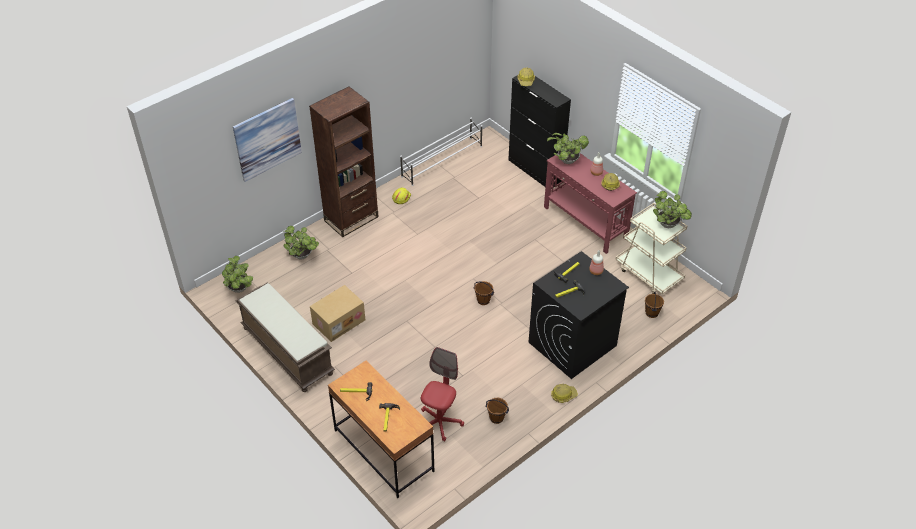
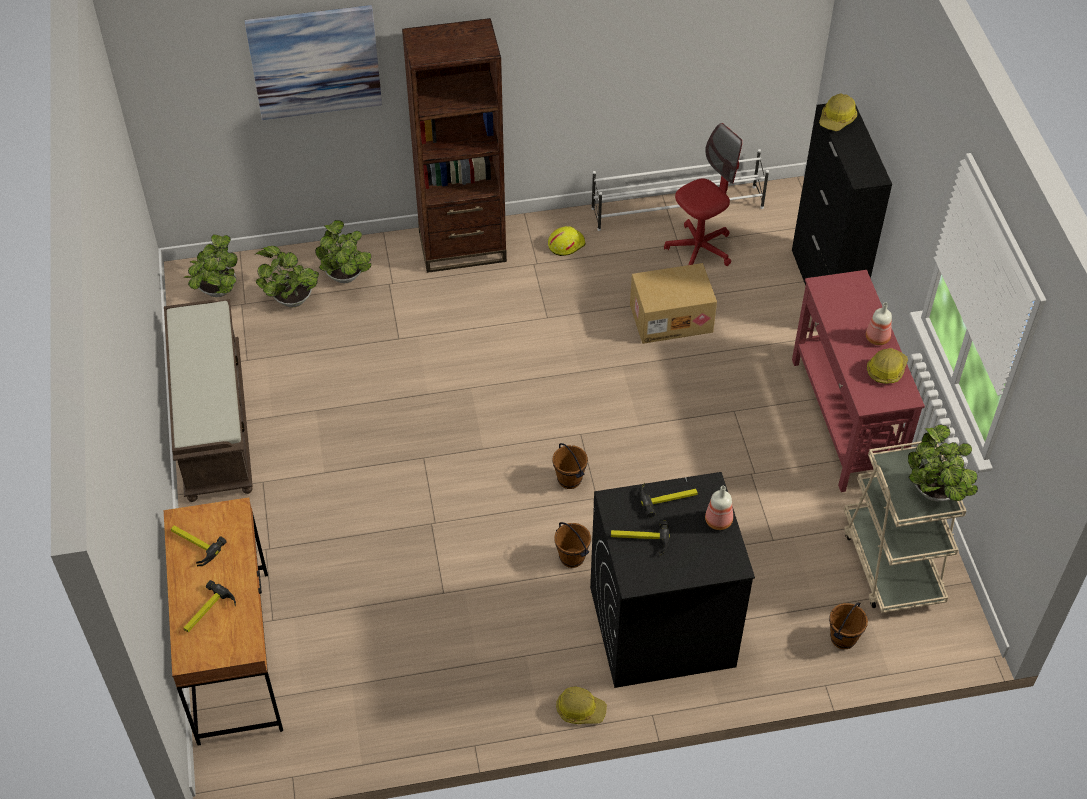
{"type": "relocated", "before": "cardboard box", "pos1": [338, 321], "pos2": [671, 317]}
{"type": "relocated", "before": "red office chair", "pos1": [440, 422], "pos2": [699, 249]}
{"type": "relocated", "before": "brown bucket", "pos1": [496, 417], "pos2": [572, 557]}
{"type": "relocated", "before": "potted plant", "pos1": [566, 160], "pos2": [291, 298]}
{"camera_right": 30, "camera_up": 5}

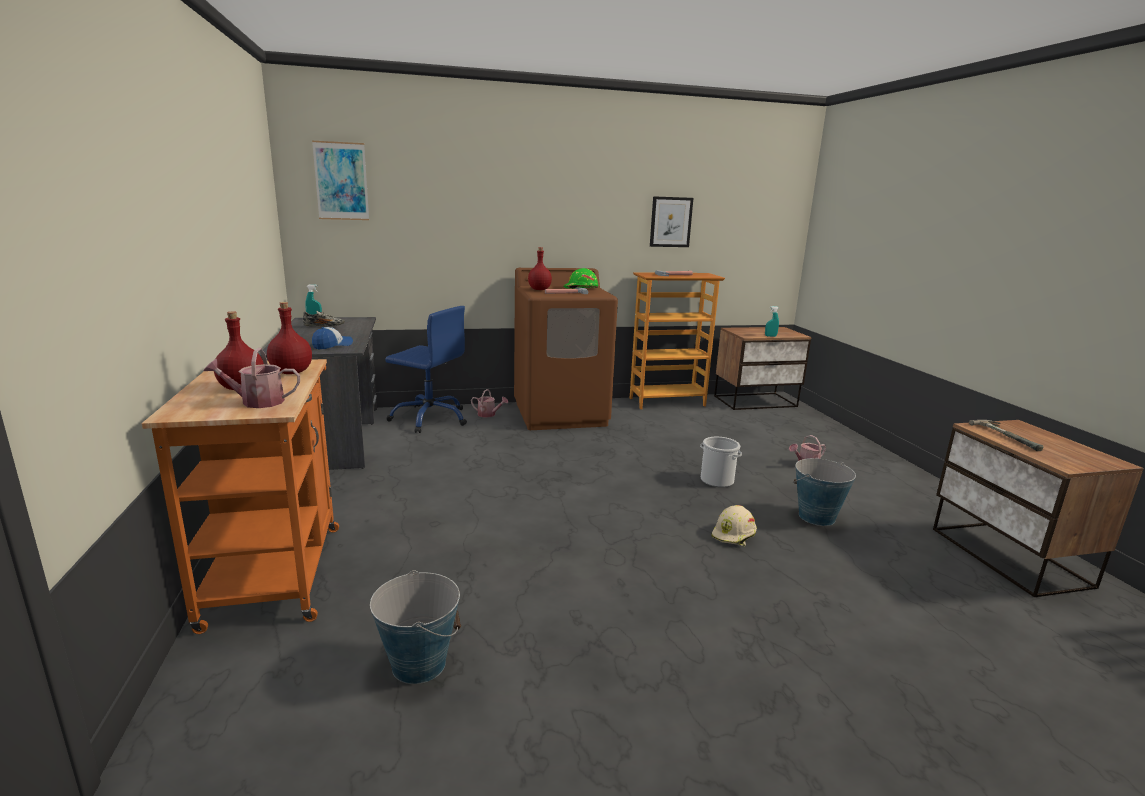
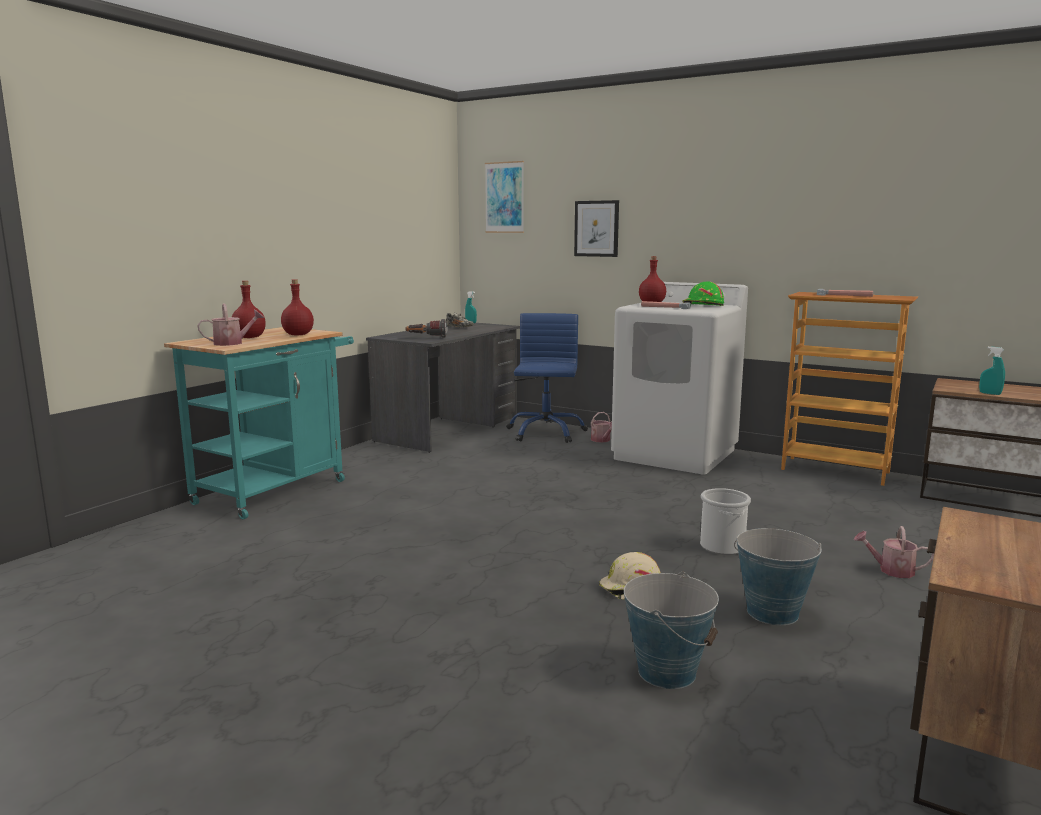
{"type": "missing", "before": "hammer", "pos1": [1010, 436]}
{"type": "relocated", "before": "bucket", "pos1": [419, 664], "pos2": [667, 671]}
{"type": "relocated", "before": "picture", "pos1": [670, 222], "pos2": [596, 228]}
{"type": "exchanged", "before": "cap", "after": "flashlight", "pos1": [332, 345], "pos2": [426, 338]}
{"type": "colour", "before": "orange cart", "after": "turquoise cart", "pos1": [276, 568], "pos2": [277, 489]}
{"type": "colour", "before": "brown washing machine", "after": "white washing machine", "pos1": [561, 414], "pos2": [675, 454]}
{"type": "spun", "before": "watering can", "pos1": [257, 402], "pos2": [232, 343], "turn": 120}
{"type": "spun", "before": "blue office chair", "pos1": [430, 418], "pos2": [545, 432], "turn": -150}
{"camera_right": 45, "camera_up": -5}

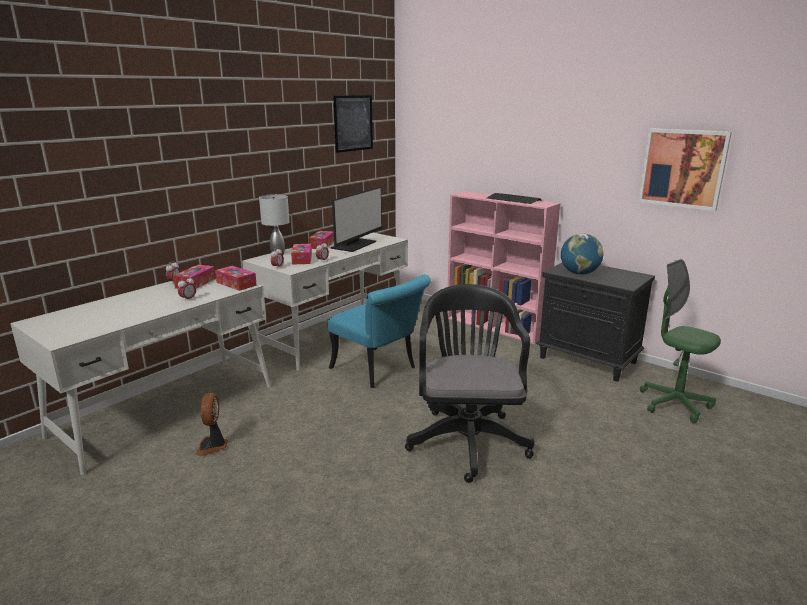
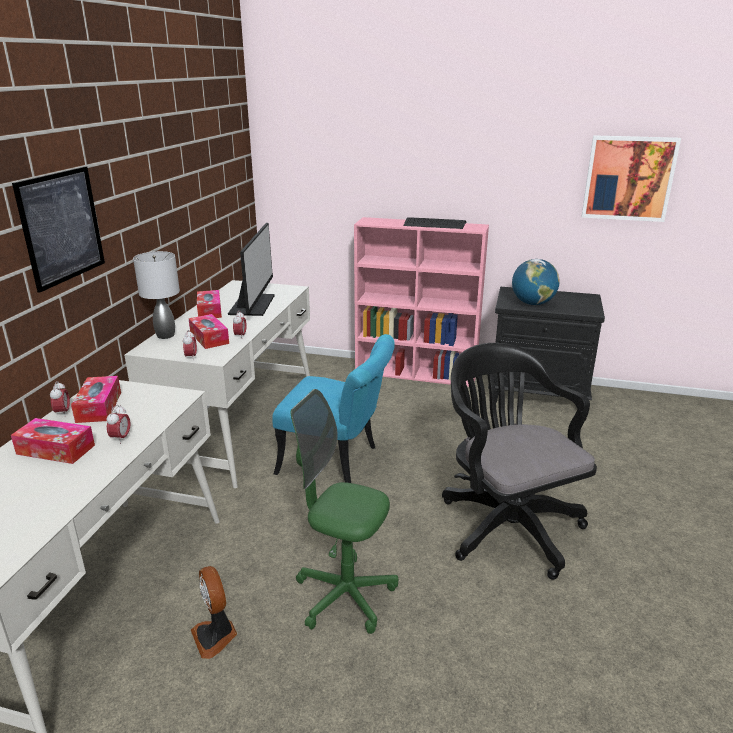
{"type": "relocated", "before": "tissue box", "pos1": [236, 284], "pos2": [56, 449]}
{"type": "relocated", "before": "picture", "pos1": [353, 123], "pos2": [62, 227]}
{"type": "relocated", "before": "green office chair", "pos1": [674, 404], "pos2": [345, 596]}
{"camera_right": -25, "camera_up": 5}

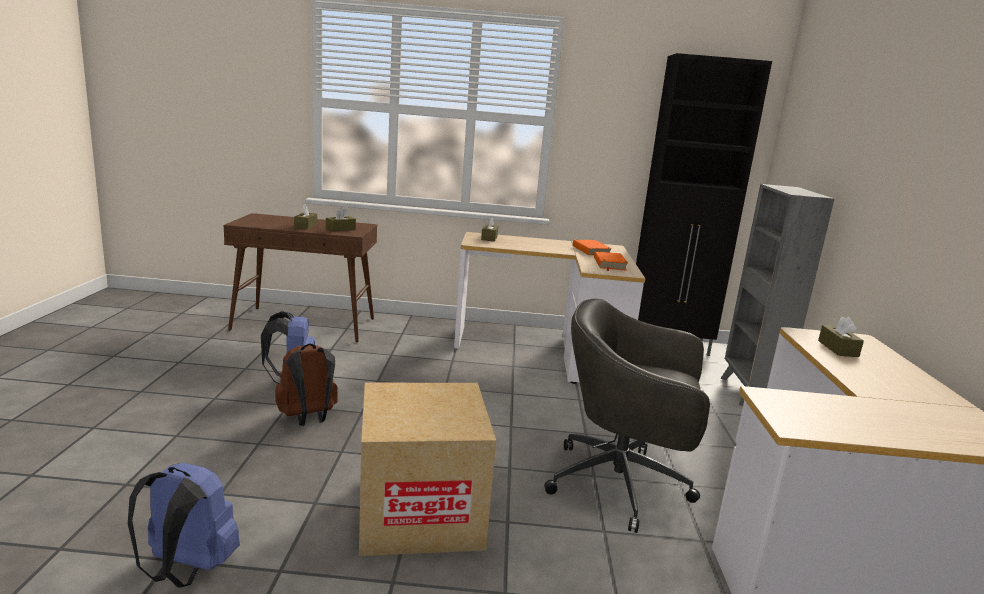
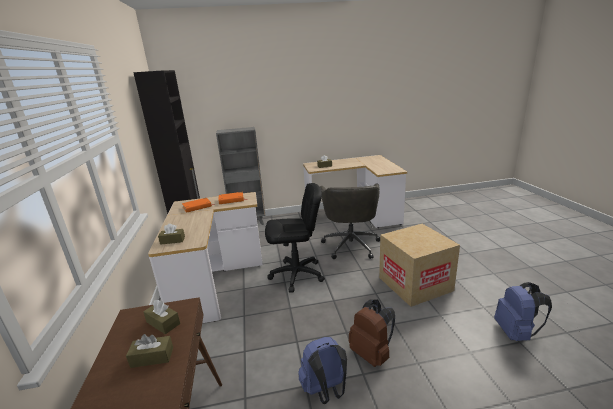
{"type": "appeared", "after": "black office chair", "pos2": [297, 275]}
{"camera_right": -100, "camera_up": 5}

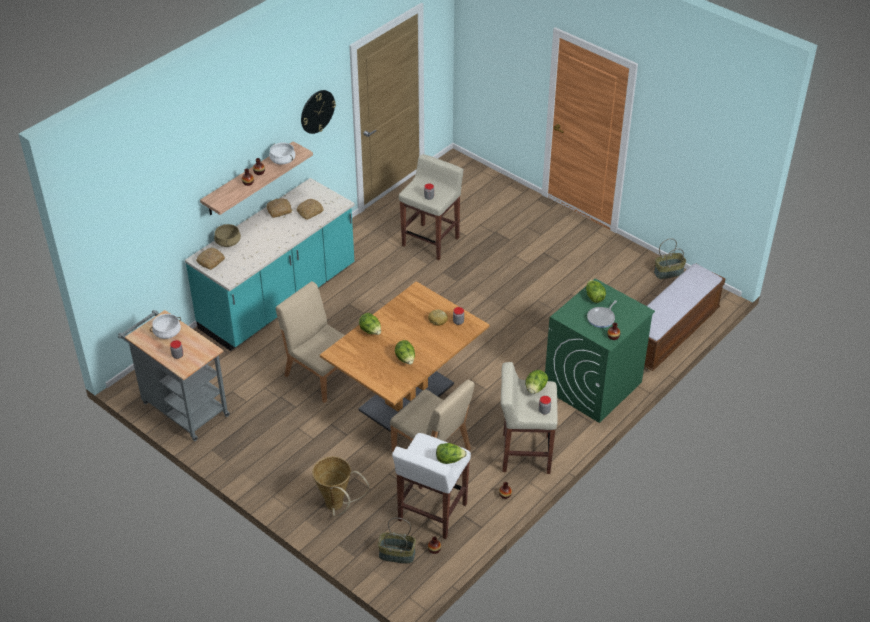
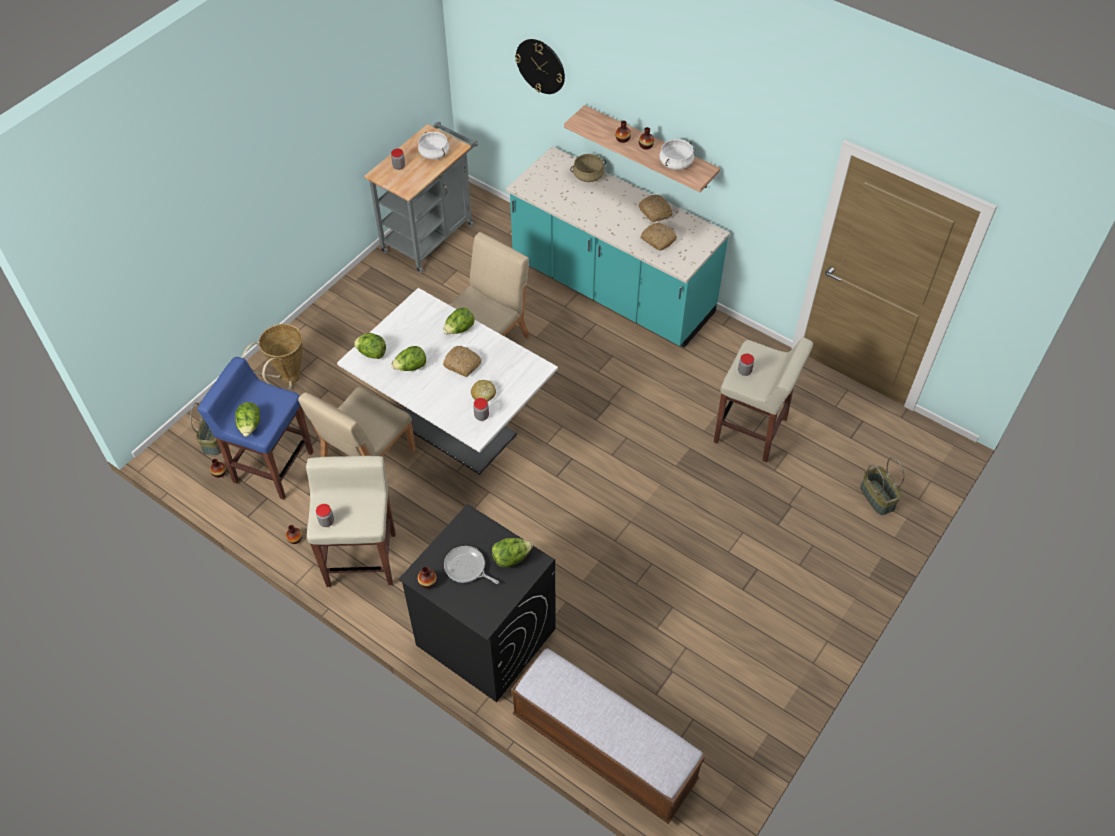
{"type": "relocated", "before": "bread", "pos1": [211, 261], "pos2": [463, 364]}
{"type": "relocated", "before": "wall clock", "pos1": [317, 111], "pos2": [541, 66]}
{"type": "relocated", "before": "lettuce", "pos1": [535, 389], "pos2": [371, 353]}
{"type": "relocated", "before": "basket", "pos1": [668, 272], "pos2": [878, 497]}
{"type": "colour", "before": "brown dining table", "after": "white dining table", "pos1": [406, 397], "pos2": [454, 428]}
{"type": "colour", "before": "white stool", "after": "blue stool", "pos1": [431, 513], "pos2": [272, 466]}
{"type": "colour", "before": "green washing machine", "after": "black washing machine", "pos1": [592, 386], "pos2": [484, 637]}
{"camera_right": 85, "camera_up": 10}

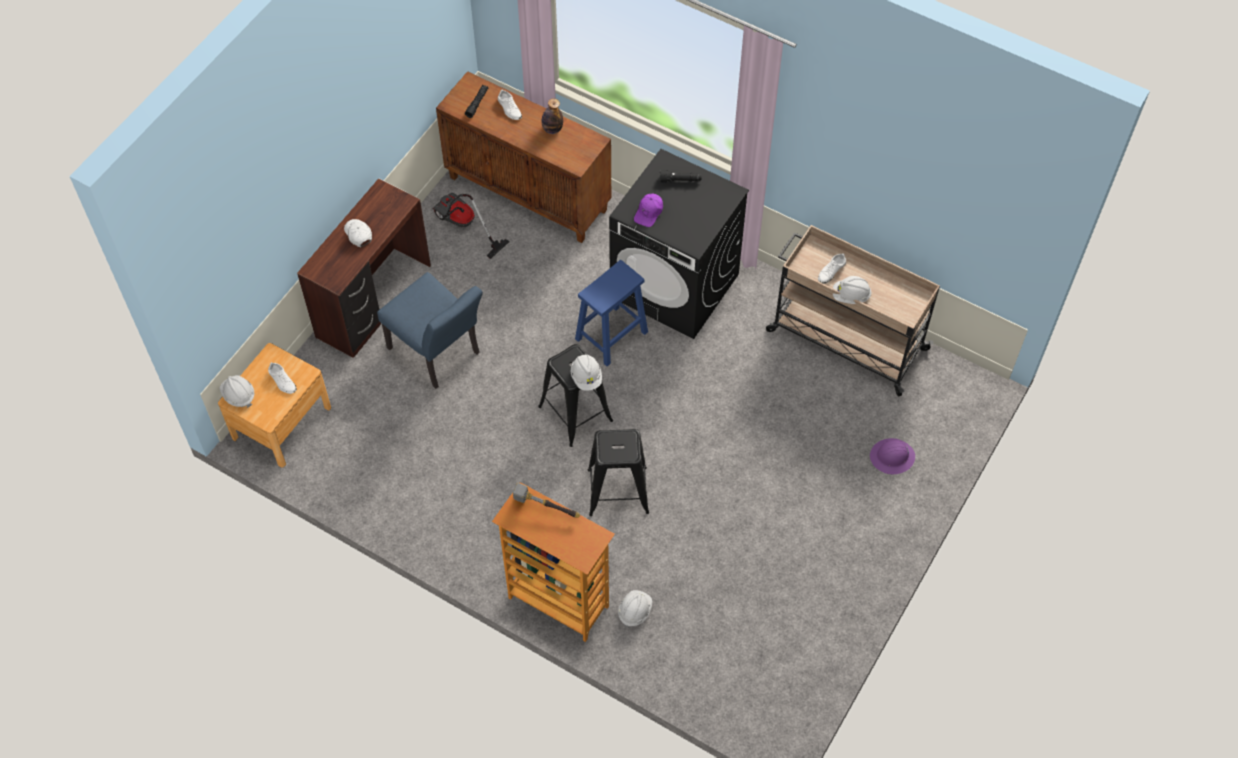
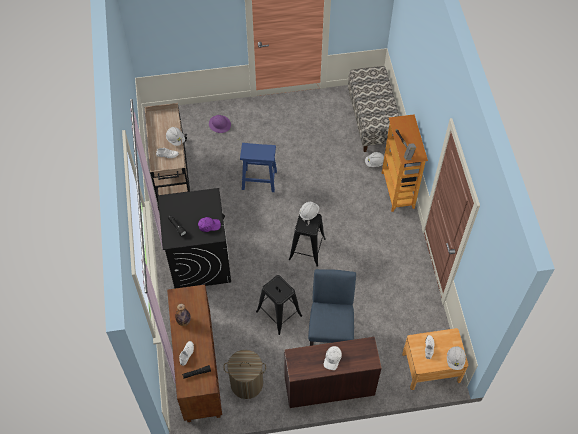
{"type": "appeared", "after": "bench", "pos2": [372, 120]}
{"type": "relocated", "before": "blue stool", "pos1": [610, 336], "pos2": [260, 180]}
{"type": "relocated", "before": "black stool", "pos1": [618, 491], "pos2": [278, 313]}
{"type": "exchanged", "before": "vacuum cleaner", "after": "laundry basket", "pos1": [463, 226], "pos2": [246, 383]}
{"camera_right": -130, "camera_up": 0}

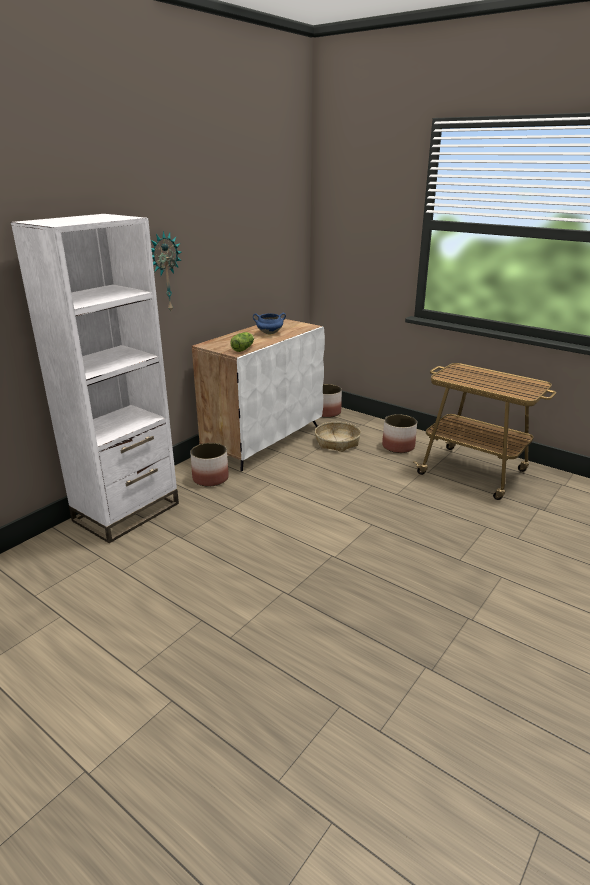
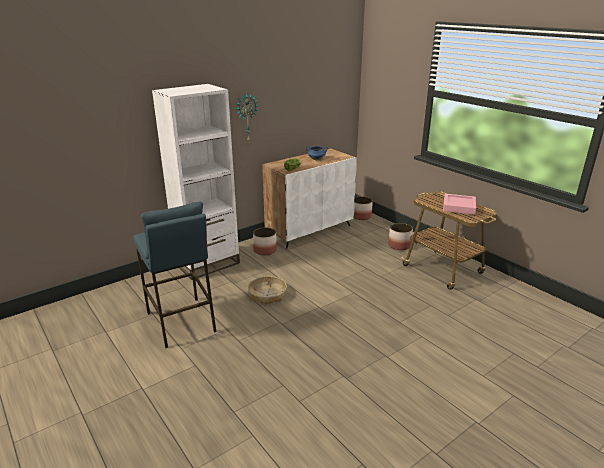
{"type": "appeared", "after": "blue stool", "pos2": [181, 322]}
{"type": "appeared", "after": "pink tray", "pos2": [458, 207]}
{"type": "relocated", "before": "basket", "pos1": [337, 442], "pos2": [267, 295]}
{"camera_right": 15, "camera_up": 0}

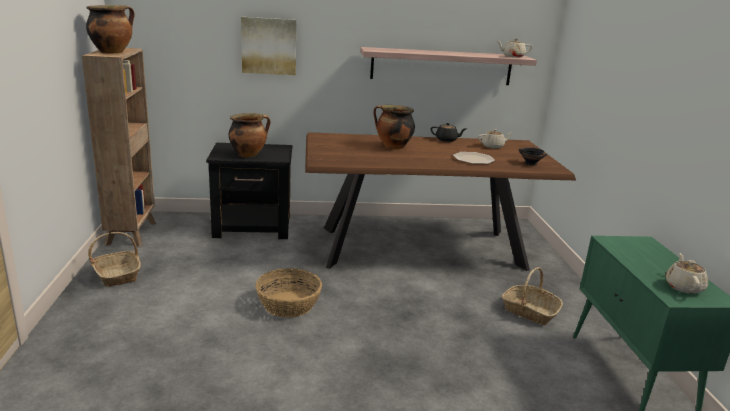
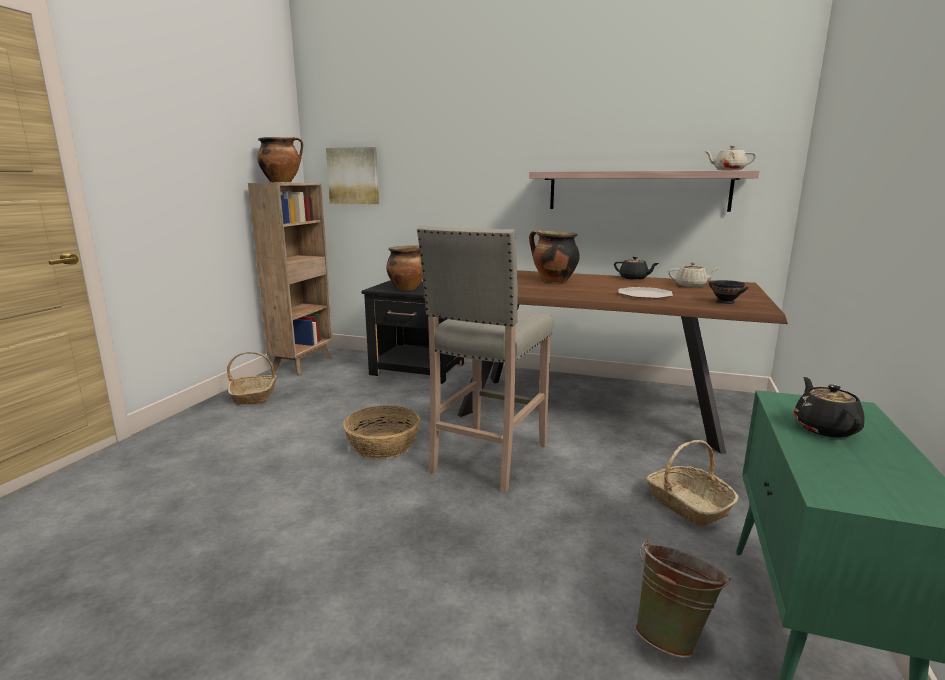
{"type": "missing", "before": "beige teapot", "pos1": [683, 287]}
{"type": "appeared", "after": "beige stool", "pos2": [487, 458]}
{"type": "appeared", "after": "green bucket", "pos2": [673, 636]}
{"type": "appeared", "after": "black teapot", "pos2": [824, 428]}
{"type": "relocated", "before": "picture", "pos1": [269, 46], "pos2": [353, 176]}
{"camera_right": 25, "camera_up": -5}

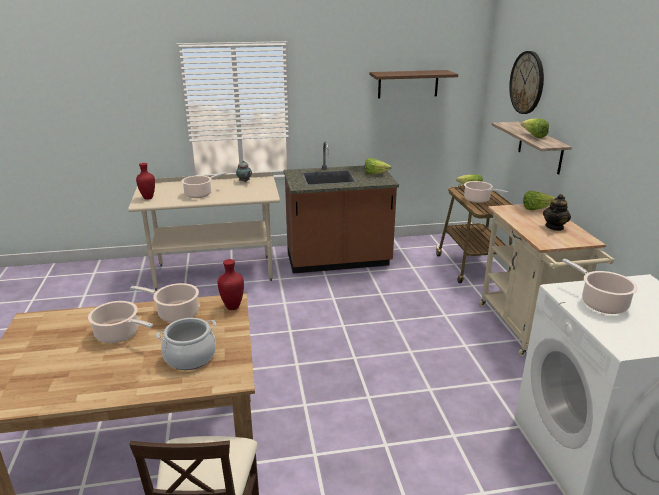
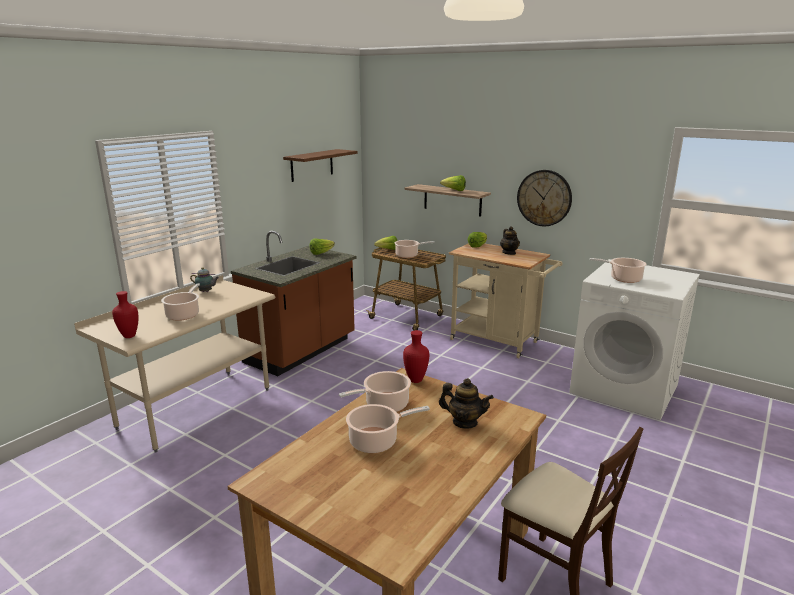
{"type": "relocated", "before": "wall clock", "pos1": [527, 82], "pos2": [544, 198]}
{"type": "exchanged", "before": "cooking pot", "after": "teapot", "pos1": [190, 357], "pos2": [464, 422]}
{"camera_right": -45, "camera_up": -5}

